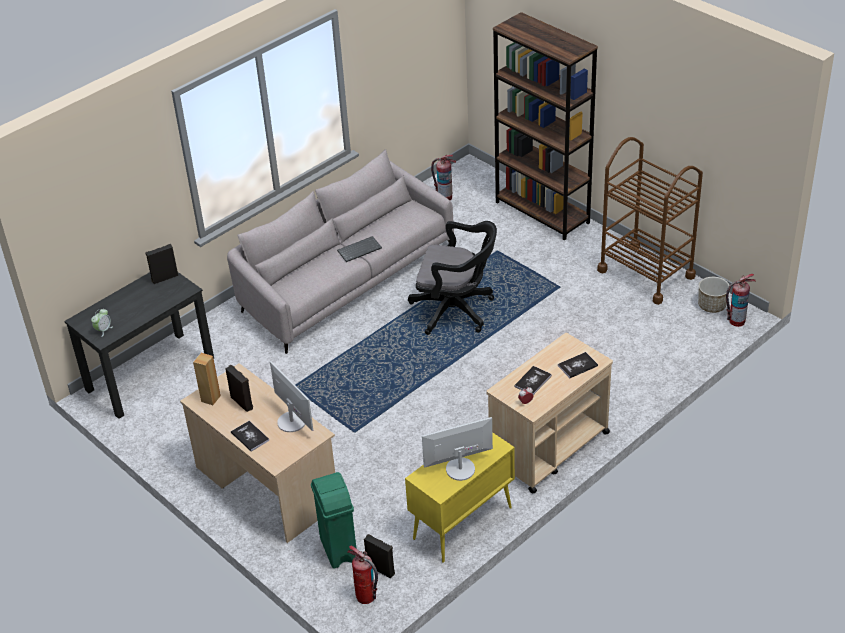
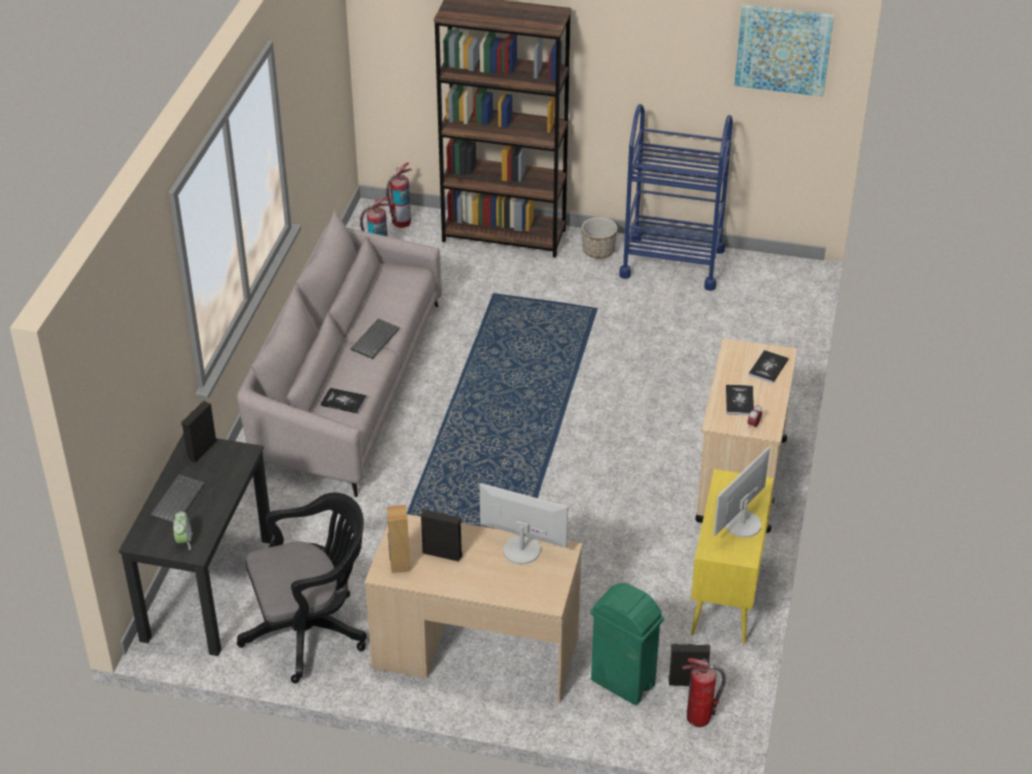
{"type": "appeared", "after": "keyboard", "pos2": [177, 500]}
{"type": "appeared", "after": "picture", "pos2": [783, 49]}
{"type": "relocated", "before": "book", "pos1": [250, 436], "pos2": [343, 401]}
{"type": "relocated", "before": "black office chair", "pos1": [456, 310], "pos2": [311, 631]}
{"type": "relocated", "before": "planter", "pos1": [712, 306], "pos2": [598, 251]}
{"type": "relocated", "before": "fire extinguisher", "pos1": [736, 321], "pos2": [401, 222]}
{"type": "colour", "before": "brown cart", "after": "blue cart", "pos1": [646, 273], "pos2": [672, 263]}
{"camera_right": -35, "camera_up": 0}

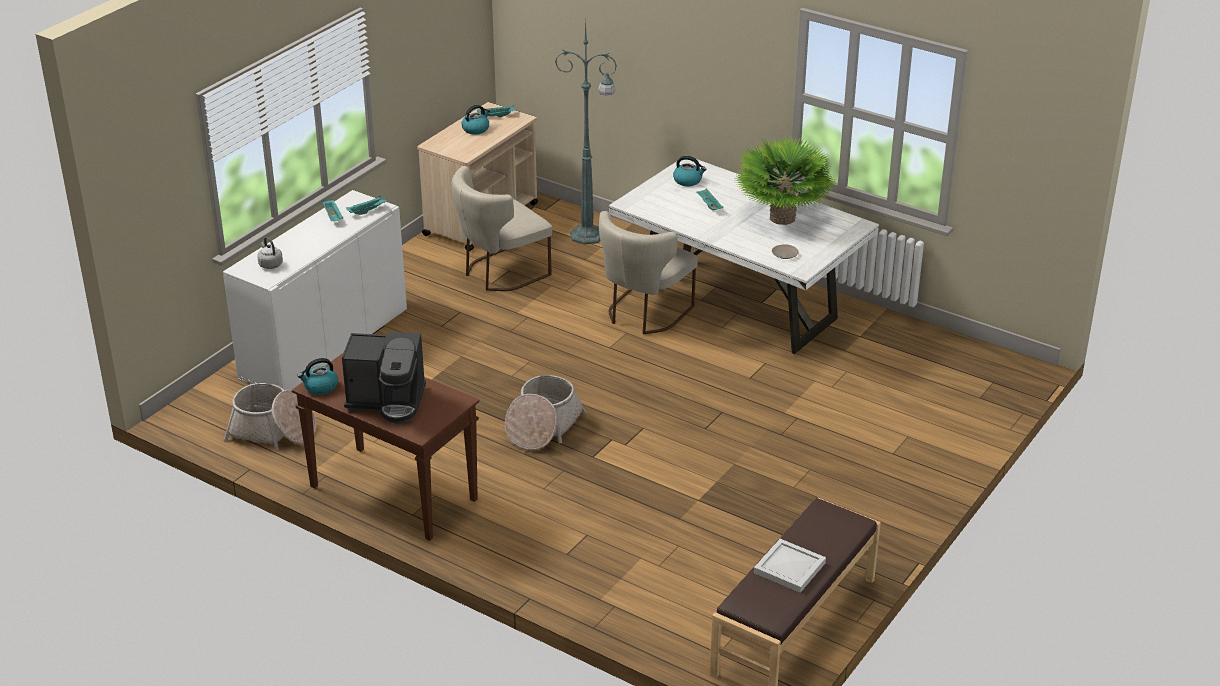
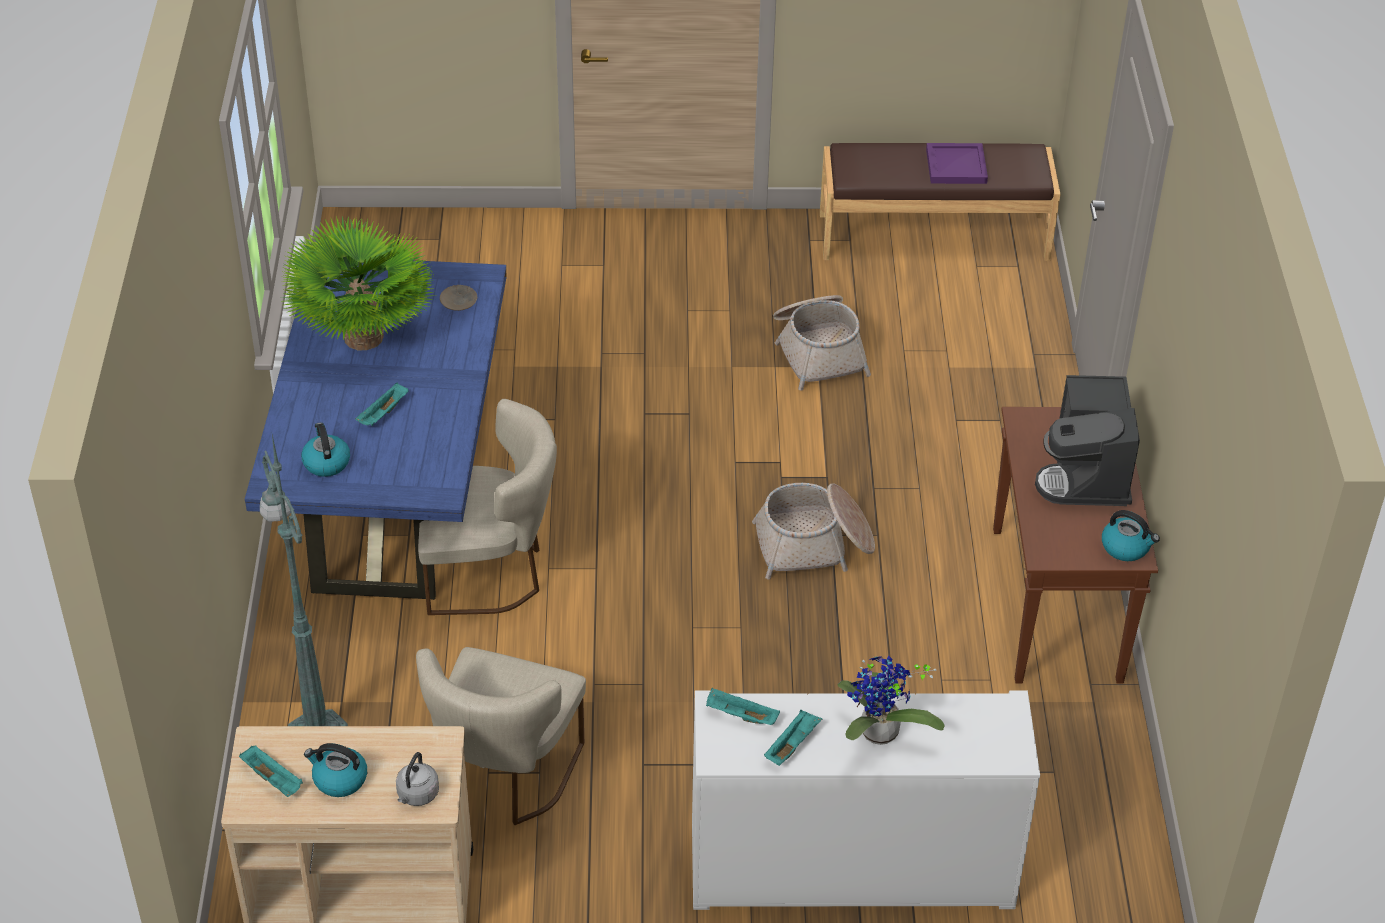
{"type": "appeared", "after": "potted plant", "pos2": [878, 736]}
{"type": "relocated", "before": "basket", "pos1": [273, 431], "pos2": [818, 351]}
{"type": "relocated", "before": "grey kettle", "pos1": [270, 264], "pos2": [417, 795]}
{"type": "colour", "before": "white dining table", "after": "blue dining table", "pos1": [737, 305], "pos2": [395, 495]}
{"type": "colour", "before": "white tray", "after": "purple tray", "pos1": [790, 568], "pos2": [957, 165]}
{"type": "spun", "before": "coffee machine", "pos1": [387, 401], "pos2": [1086, 475], "turn": -150}
{"type": "spun", "before": "beige chair", "pos1": [500, 273], "pos2": [504, 777], "turn": 90}
{"camera_right": -125, "camera_up": 10}

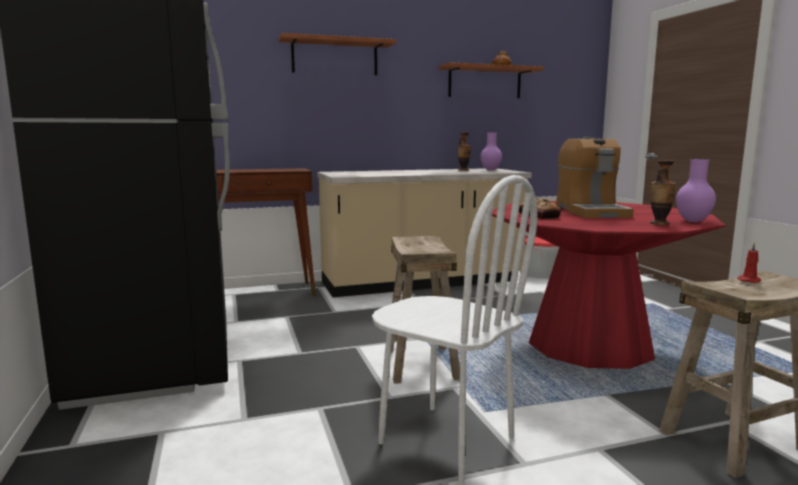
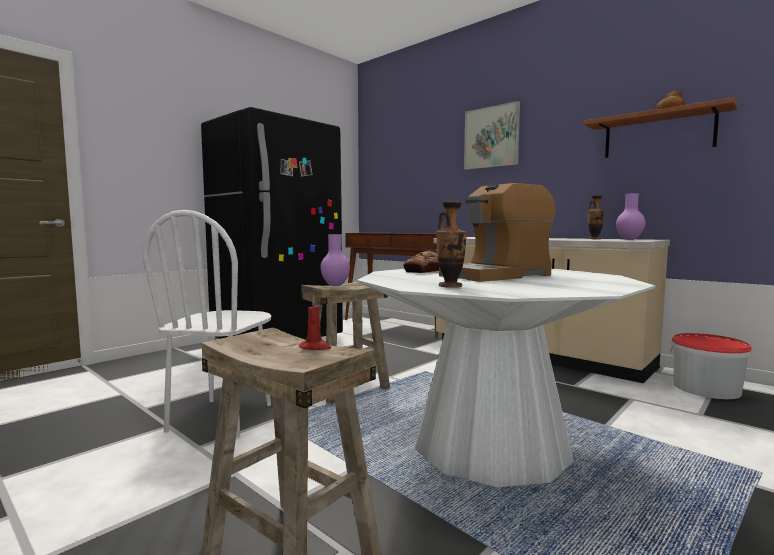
{"type": "relocated", "before": "purple vase", "pos1": [693, 221], "pos2": [336, 285]}
{"type": "exchanged", "before": "shelf", "after": "picture", "pos1": [335, 57], "pos2": [491, 137]}
{"type": "colour", "before": "red dining table", "after": "white dining table", "pos1": [590, 344], "pos2": [490, 444]}
{"camera_right": 60, "camera_up": -5}

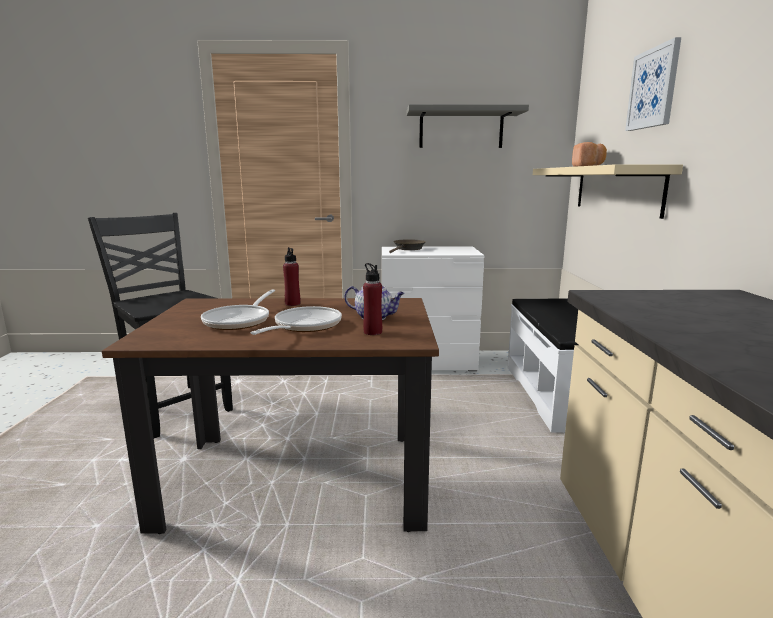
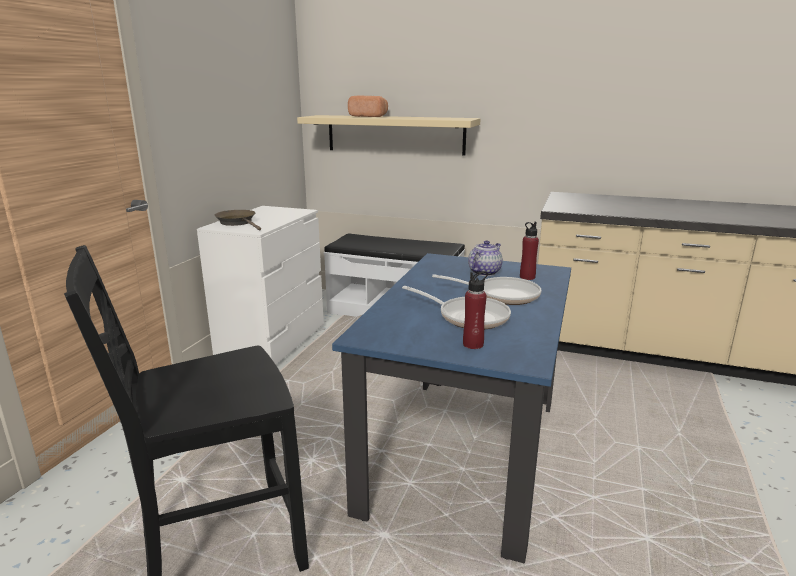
{"type": "missing", "before": "grey shelf", "pos1": [461, 129]}
{"type": "missing", "before": "picture", "pos1": [653, 88]}
{"type": "relocated", "before": "red bottle", "pos1": [292, 304], "pos2": [473, 344]}
{"type": "colour", "before": "brown dining table", "after": "blue dining table", "pos1": [298, 481], "pos2": [464, 453]}
{"type": "spun", "before": "frying pan", "pos1": [304, 326], "pos2": [501, 295], "turn": 150}
{"camera_right": -70, "camera_up": 5}

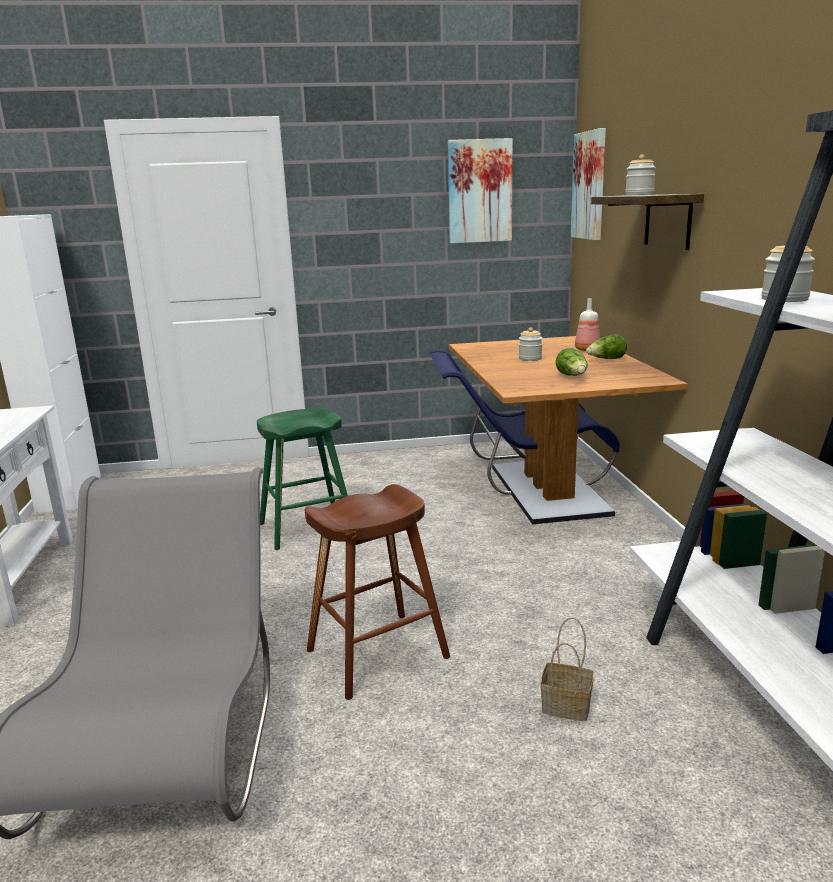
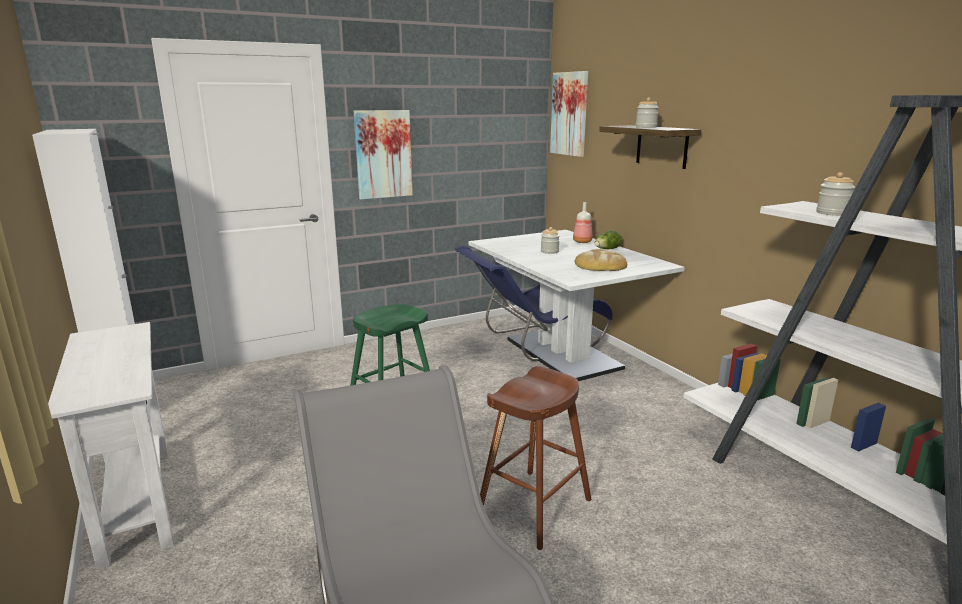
{"type": "missing", "before": "basket", "pos1": [568, 706]}
{"type": "relocated", "before": "picture", "pos1": [479, 191], "pos2": [383, 154]}
{"type": "exchanged", "before": "lettuce", "after": "bread", "pos1": [572, 376], "pos2": [600, 265]}
{"type": "colour", "before": "brown dining table", "after": "white dining table", "pos1": [548, 490], "pos2": [562, 354]}
{"camera_right": -20, "camera_up": 0}

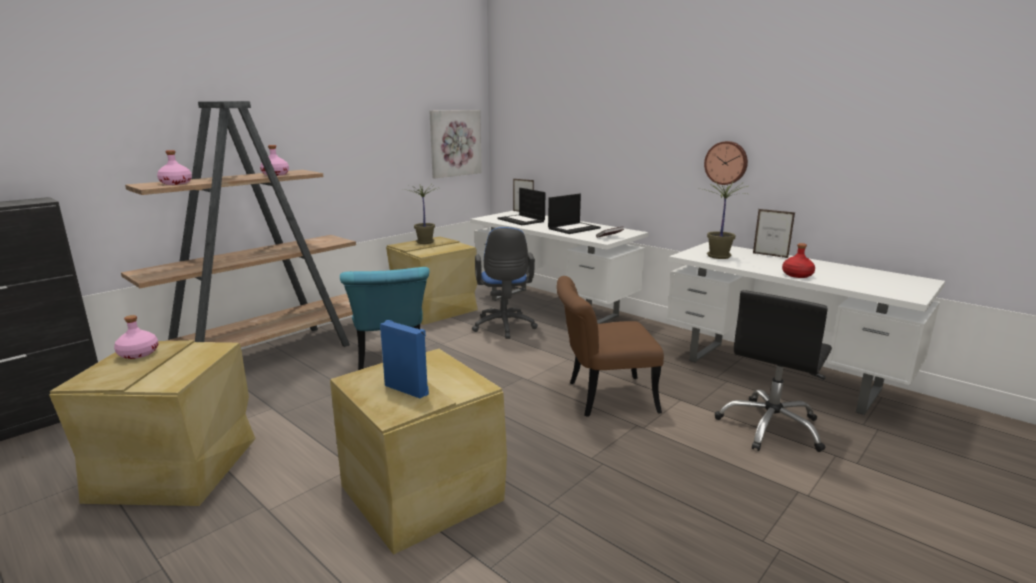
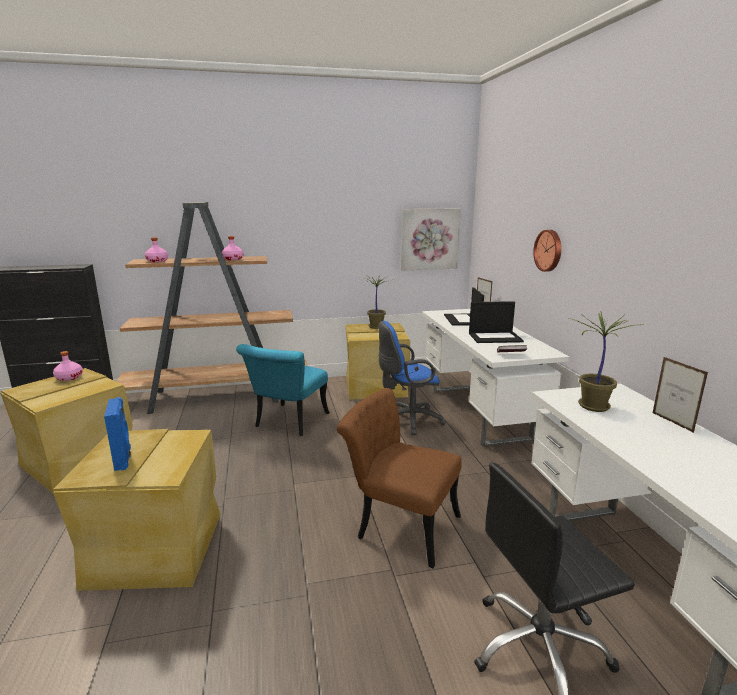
{"type": "missing", "before": "red bottle", "pos1": [797, 275]}
{"type": "relocated", "before": "wall clock", "pos1": [726, 163], "pos2": [549, 250]}
{"type": "spun", "before": "blue office chair", "pos1": [504, 327], "pos2": [407, 420], "turn": 45}
{"camera_right": 35, "camera_up": 0}

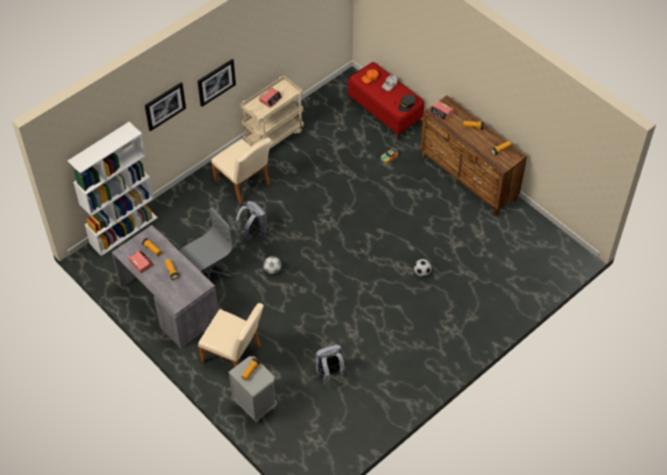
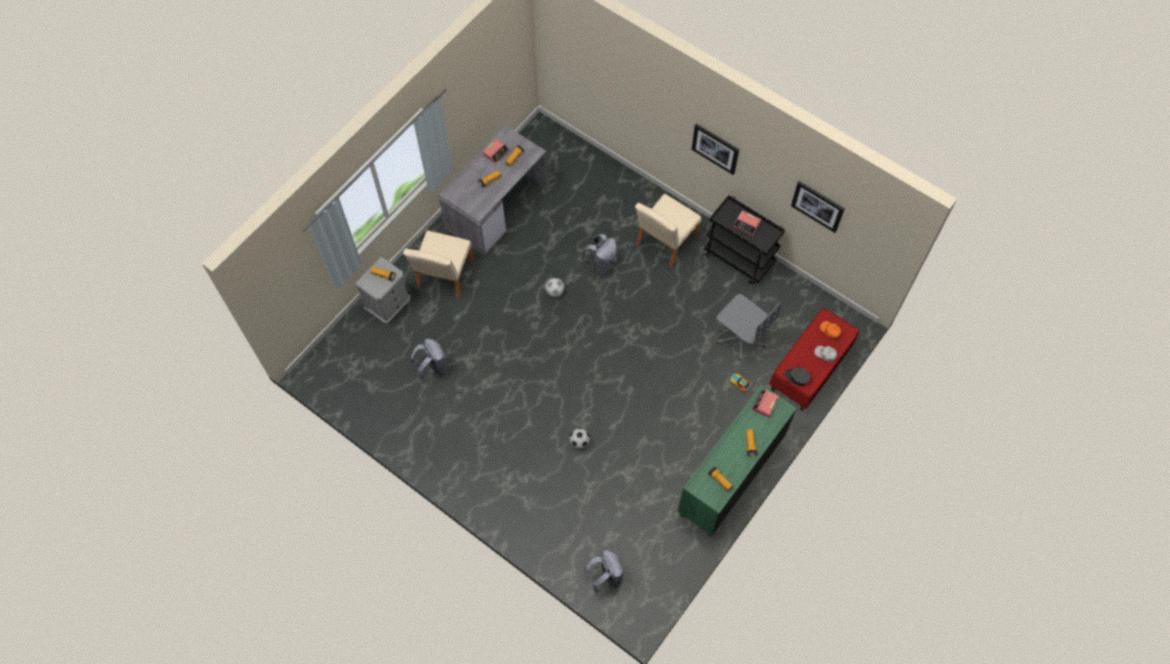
{"type": "missing", "before": "white bookcase", "pos1": [124, 230]}
{"type": "appeared", "after": "grey backpack", "pos2": [606, 577]}
{"type": "relocated", "before": "picture", "pos1": [164, 106], "pos2": [818, 206]}
{"type": "relocated", "before": "grey office chair", "pos1": [208, 272], "pos2": [741, 337]}
{"type": "colour", "before": "beige cart", "after": "black cart", "pos1": [273, 137], "pos2": [739, 259]}
{"type": "colour", "before": "brown dresser", "after": "green dresser", "pos1": [468, 178], "pos2": [730, 477]}
{"camera_right": 80, "camera_up": 10}

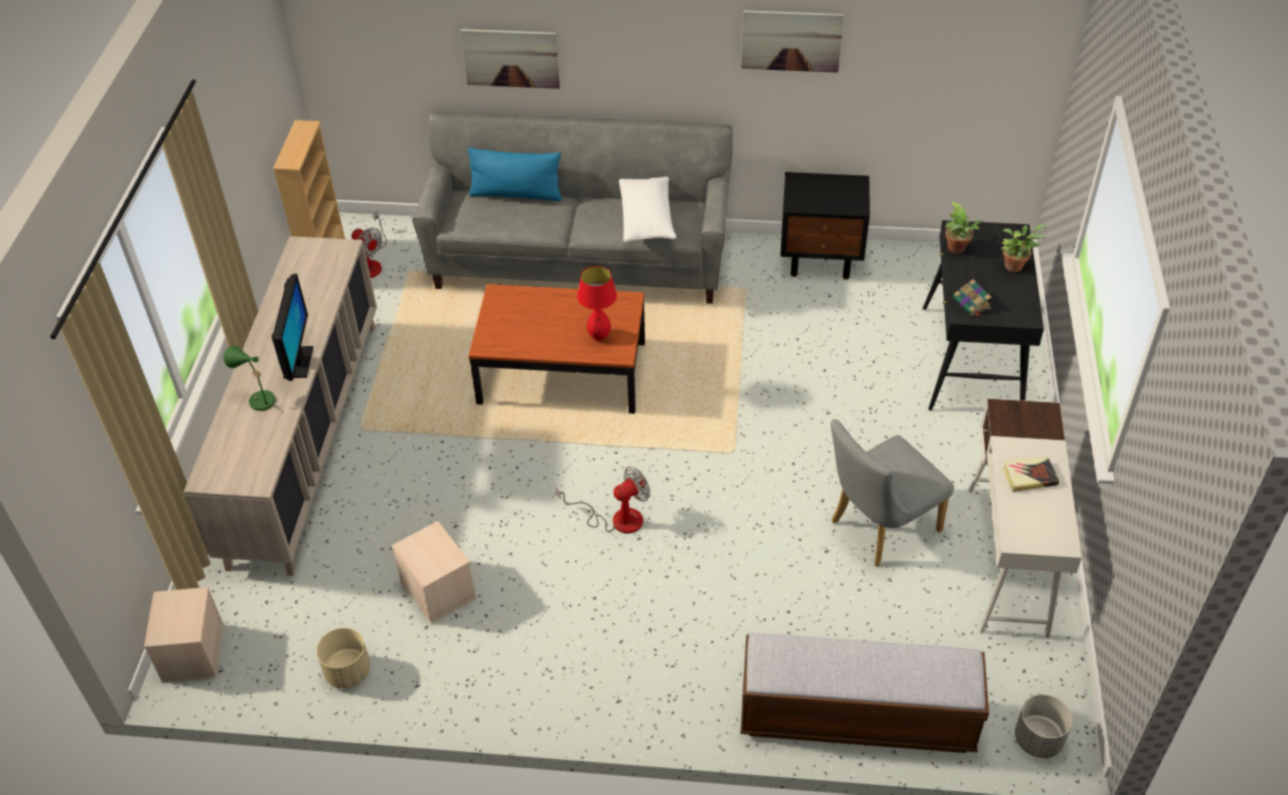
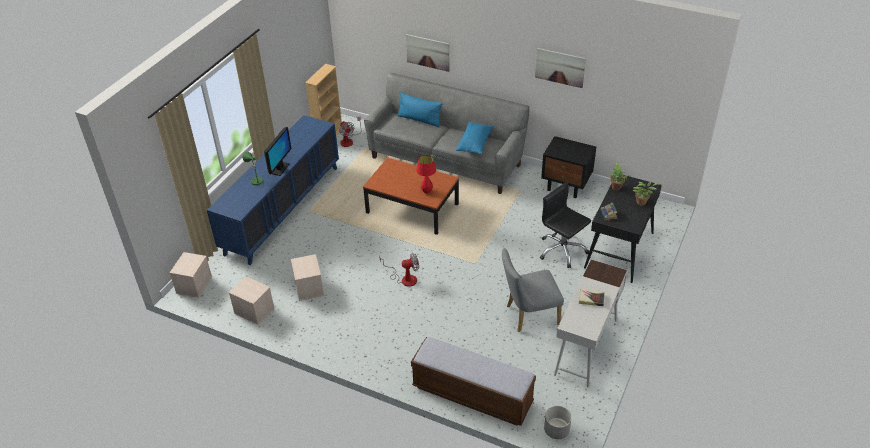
{"type": "appeared", "after": "black office chair", "pos2": [562, 250]}
{"type": "exchanged", "before": "beige planter", "after": "beige storage box", "pos1": [347, 672], "pos2": [253, 311]}
{"type": "colour", "before": "beige cabinet", "after": "blue cabinet", "pos1": [304, 440], "pos2": [282, 209]}
{"type": "colour", "before": "white pillow", "after": "blue pillow", "pos1": [647, 219], "pos2": [474, 144]}
{"camera_right": 20, "camera_up": -5}

